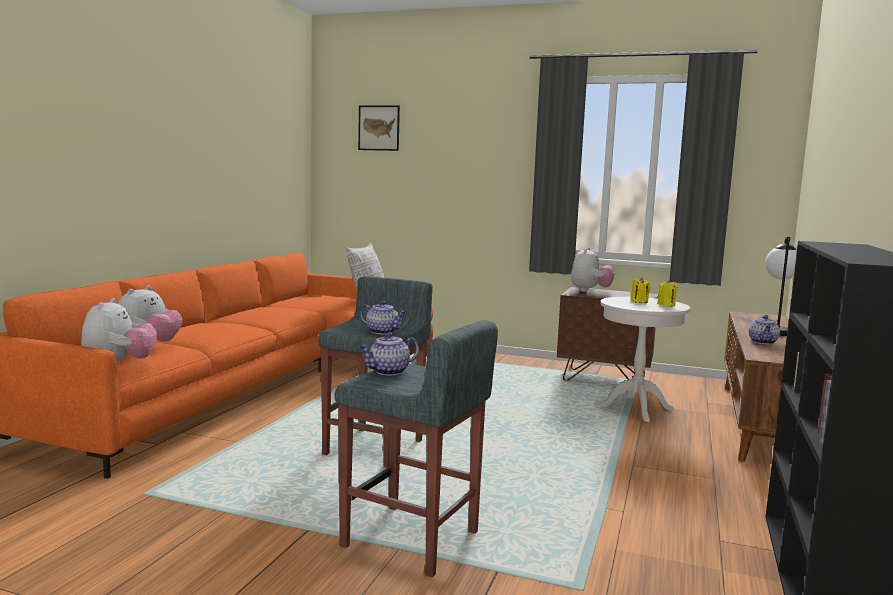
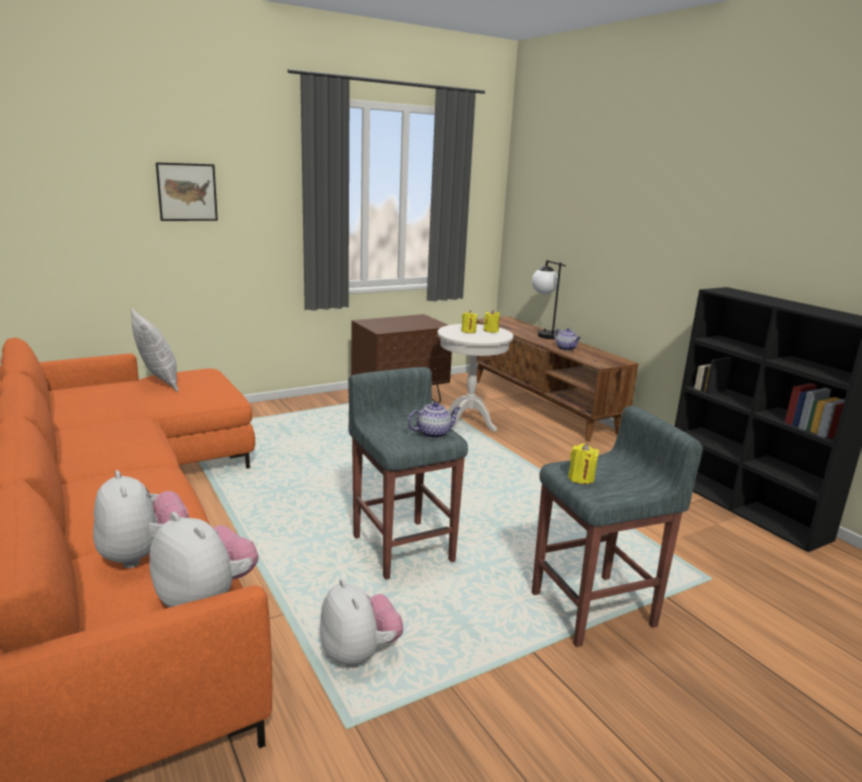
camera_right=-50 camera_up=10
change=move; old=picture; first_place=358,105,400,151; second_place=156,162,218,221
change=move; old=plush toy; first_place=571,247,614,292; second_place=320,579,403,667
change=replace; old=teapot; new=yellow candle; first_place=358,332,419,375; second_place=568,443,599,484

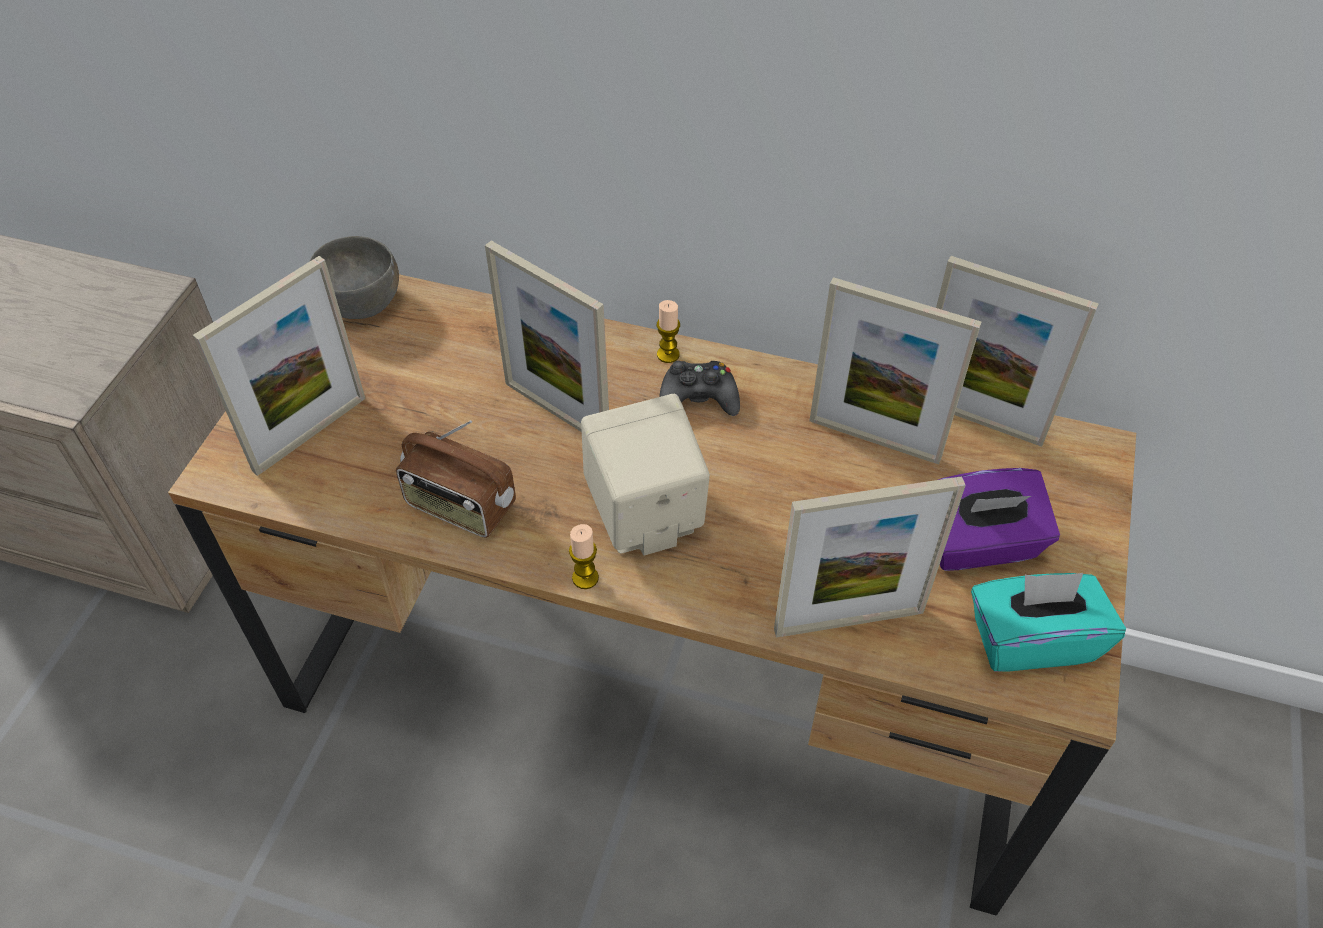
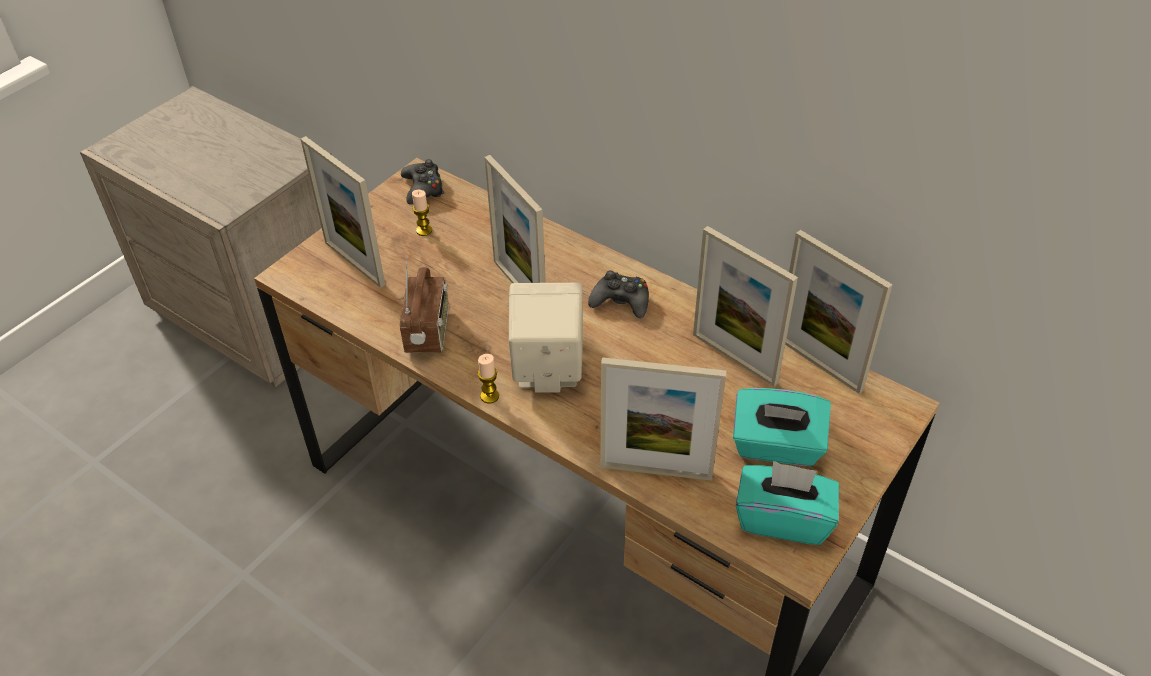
camera_right=20 camera_up=-5
change=rotate; old=picture frame; first_place=193,256,366,476; second_place=301,136,385,288; degrees=75
change=rotate; old=radio; first_place=396,420,516,538; second_place=400,260,449,353; degrees=-135
change=replace; old=grey bowl; new=black game controller; first_place=309,236,399,319; second_place=401,159,445,204
change=move; old=candle; first_place=656,300,680,363; second_place=412,190,432,236
change=recolor; old=purple tissue box; new=turquoise tissue box; first_place=938,468,1060,571; second_place=733,388,831,466

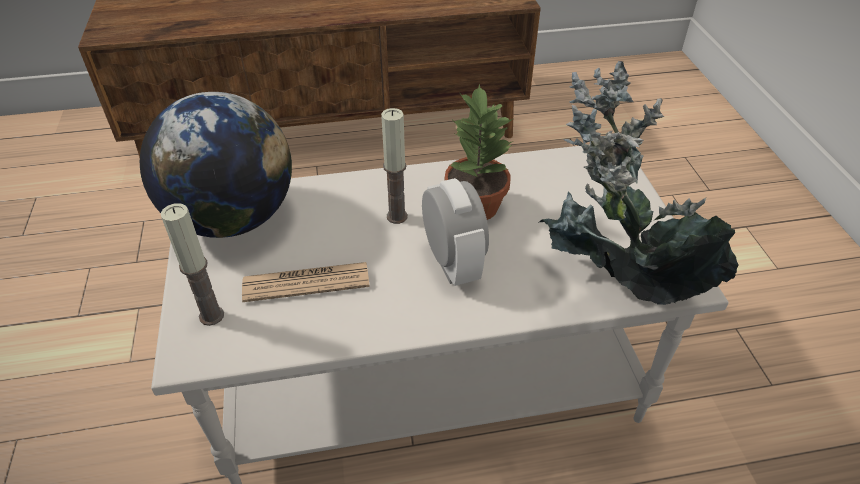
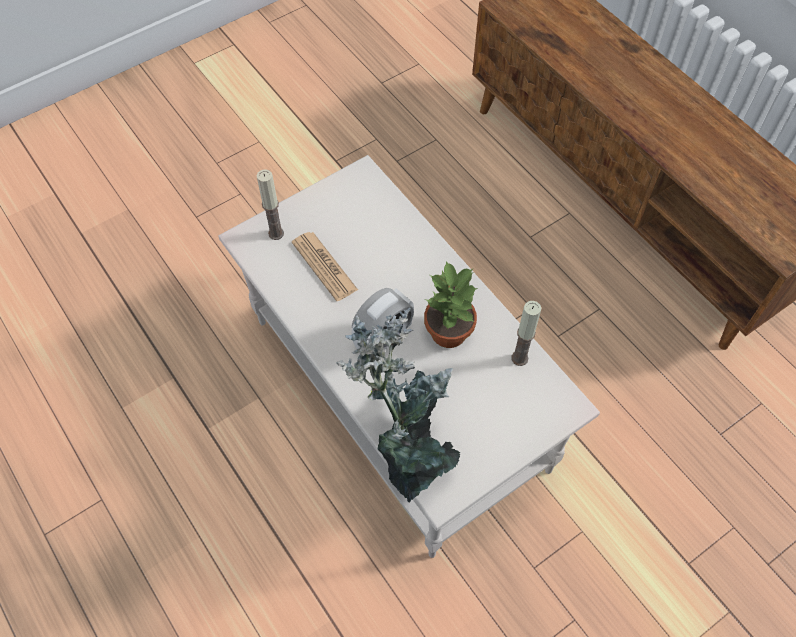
camera_right=65 camera_up=15
change=move; old=candle; first_place=381,108,408,224; second_place=511,301,541,366
change=delete; old=globe; first_place=140,92,292,238

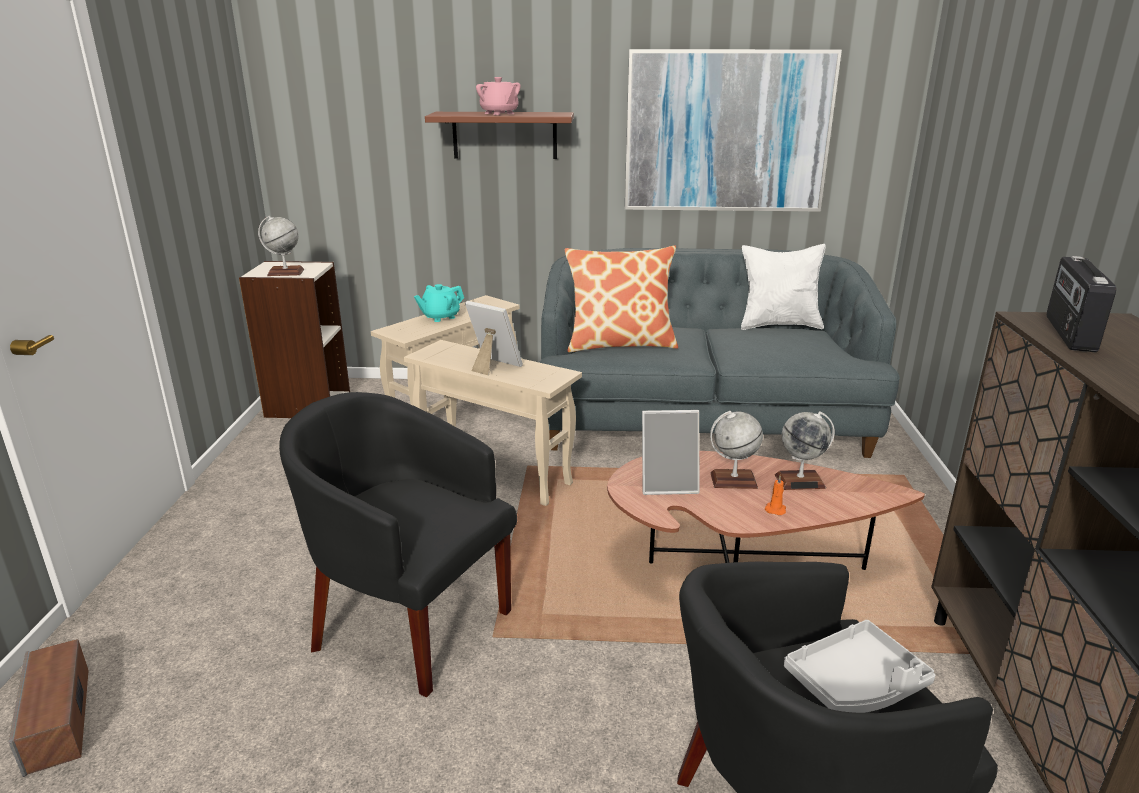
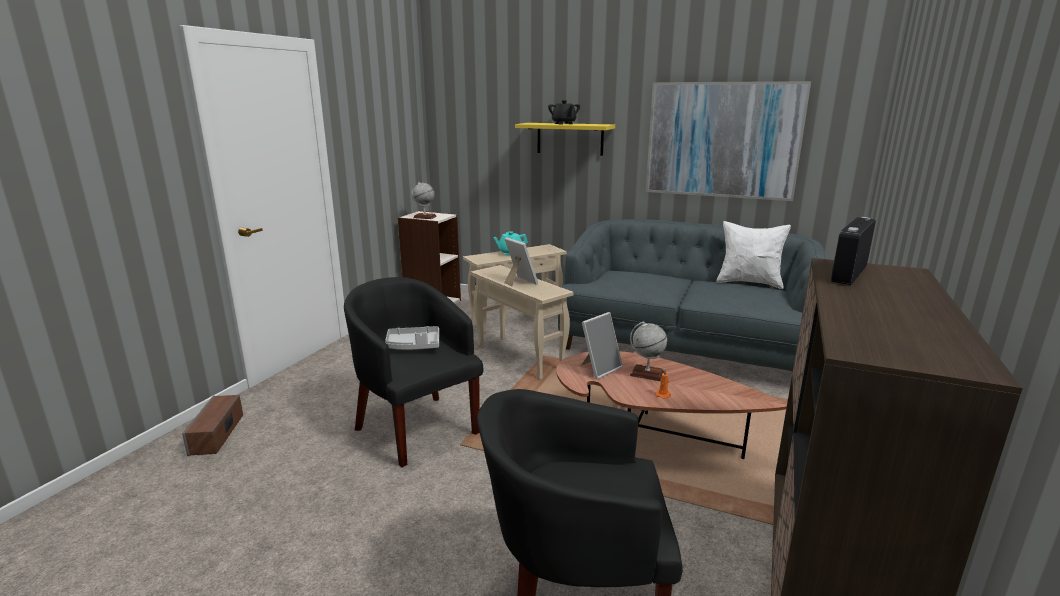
camera_right=20 camera_up=-5
change=move; old=grey tray; first_place=784,620,936,713; second_place=385,326,439,350
change=recolor; old=brown shelf; new=yellow shelf; first_place=425,112,574,159; second_place=515,123,615,156
change=recolor; old=pink teapot; new=black teapot; first_place=476,77,521,115; second_place=548,100,580,125
change=rotate; old=picture frame; first_place=642,410,699,495; second_place=581,312,623,379; degrees=-60
change=delete; old=pillow; first_place=565,245,678,352
change=delete; old=globe; first_place=775,411,835,490

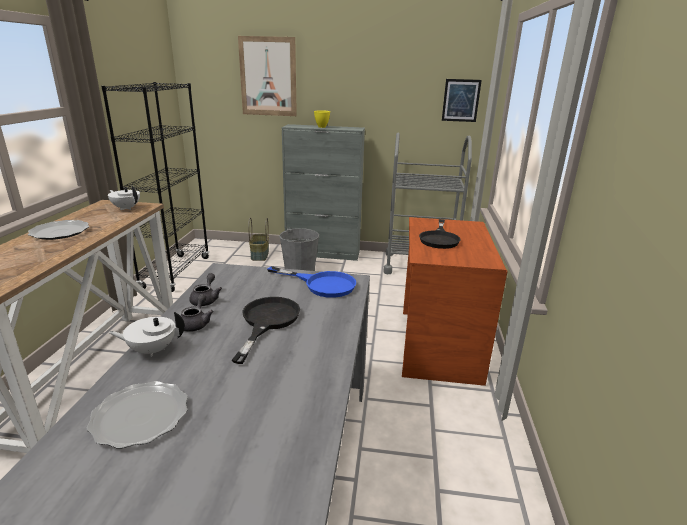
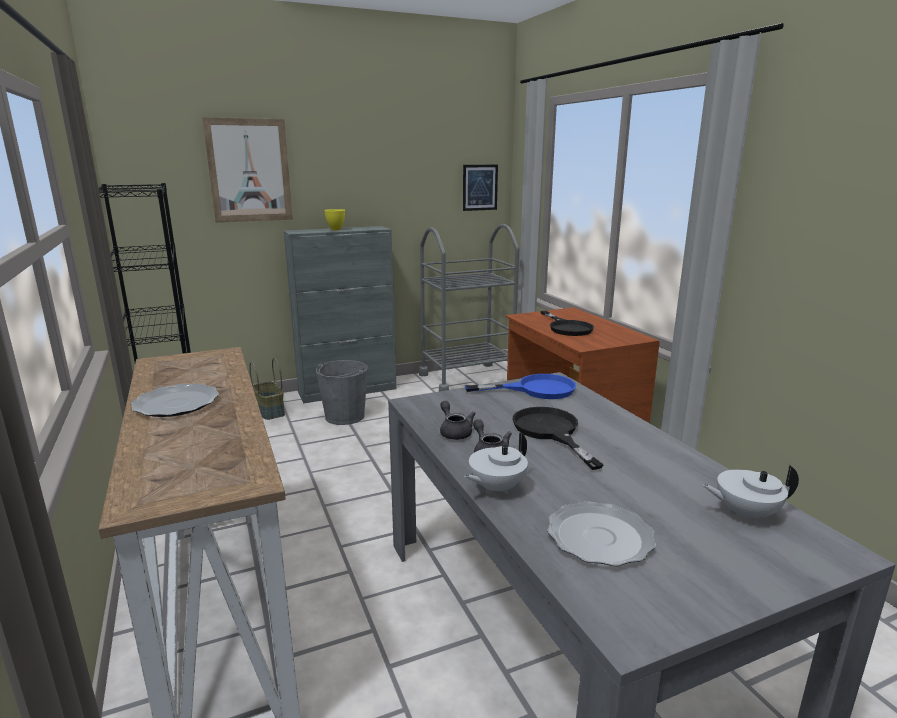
camera_right=-30 camera_up=-5
change=move; old=white teapot; first_place=108,186,140,210; second_place=702,465,799,523

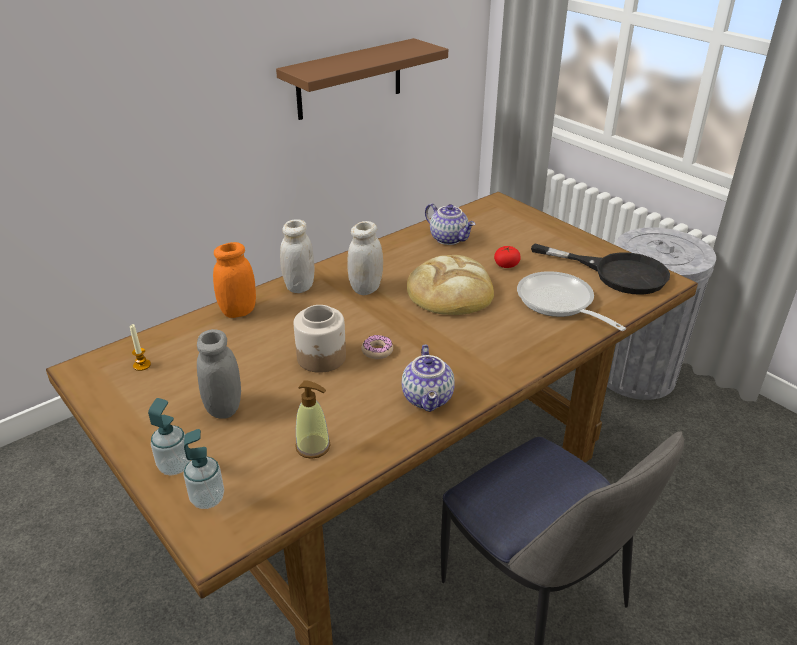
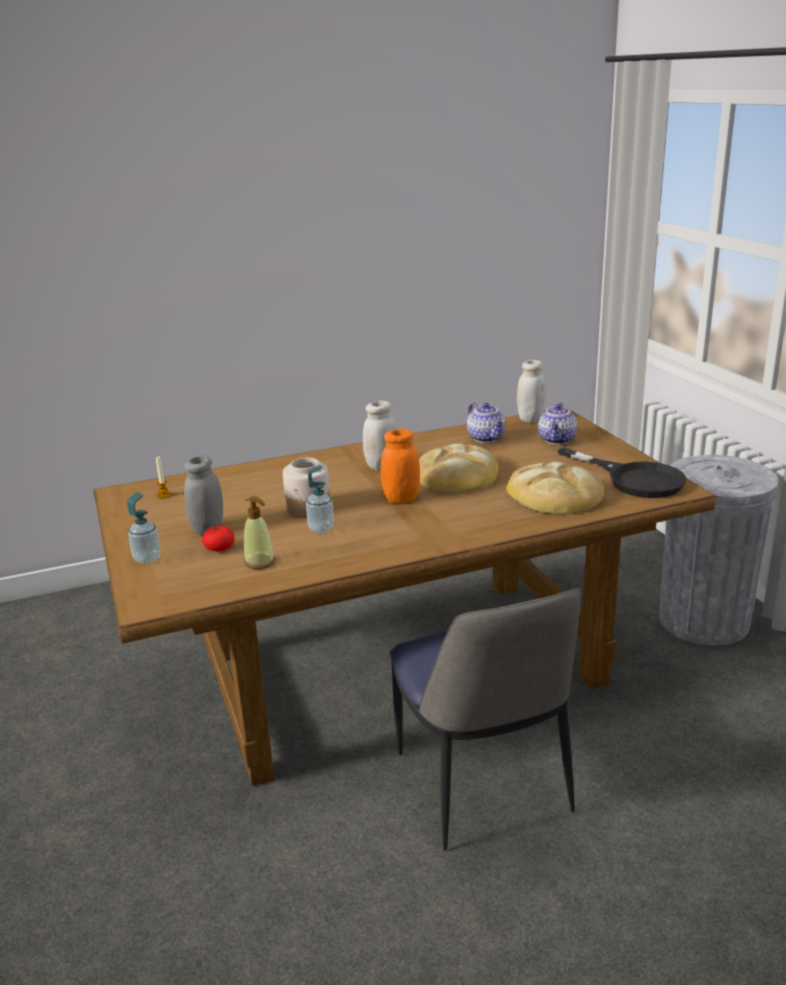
camera_right=20 camera_up=-10
change=move; old=tomato; first_place=494,246,521,268; second_place=202,526,235,551
change=move; old=soap dispenser; first_place=183,429,224,509; second_place=306,465,334,533
change=move; old=orange jar; first_place=213,242,256,318; second_place=381,429,420,503
change=replace; old=frying pan; new=bread; first_place=517,271,626,331; second_place=506,462,604,514
change=move; old=white jar; first_place=280,219,314,293; second_place=517,360,546,423
change=move; old=teapot; first_place=402,344,455,412; second_place=538,403,577,445
change=delete; old=brown shelf; first_place=276,38,448,120
change=delete; old=donut; first_place=361,335,393,359

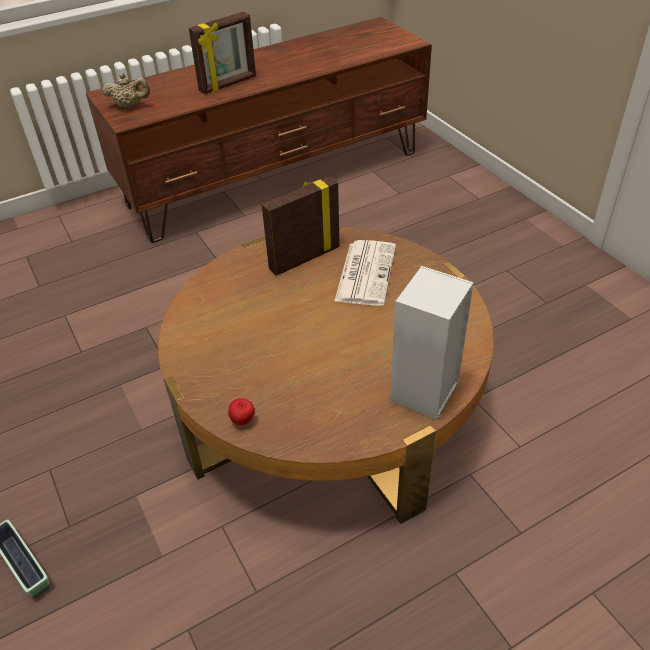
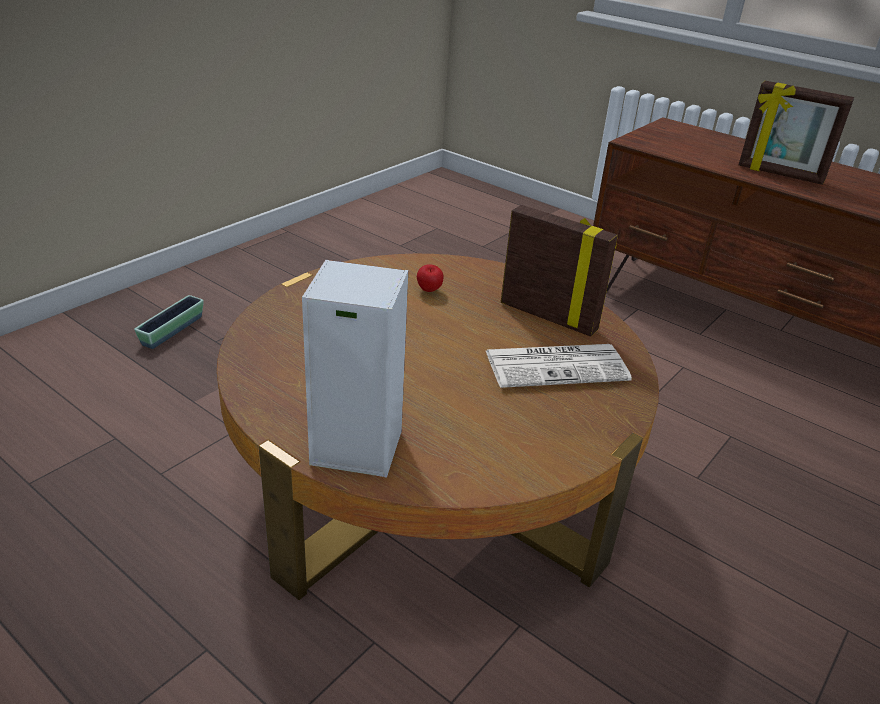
camera_right=65 camera_up=-10
change=move; old=apple; first_place=228,398,255,425; second_place=417,264,444,292
change=delete; old=beige teapot; first_place=102,73,150,108

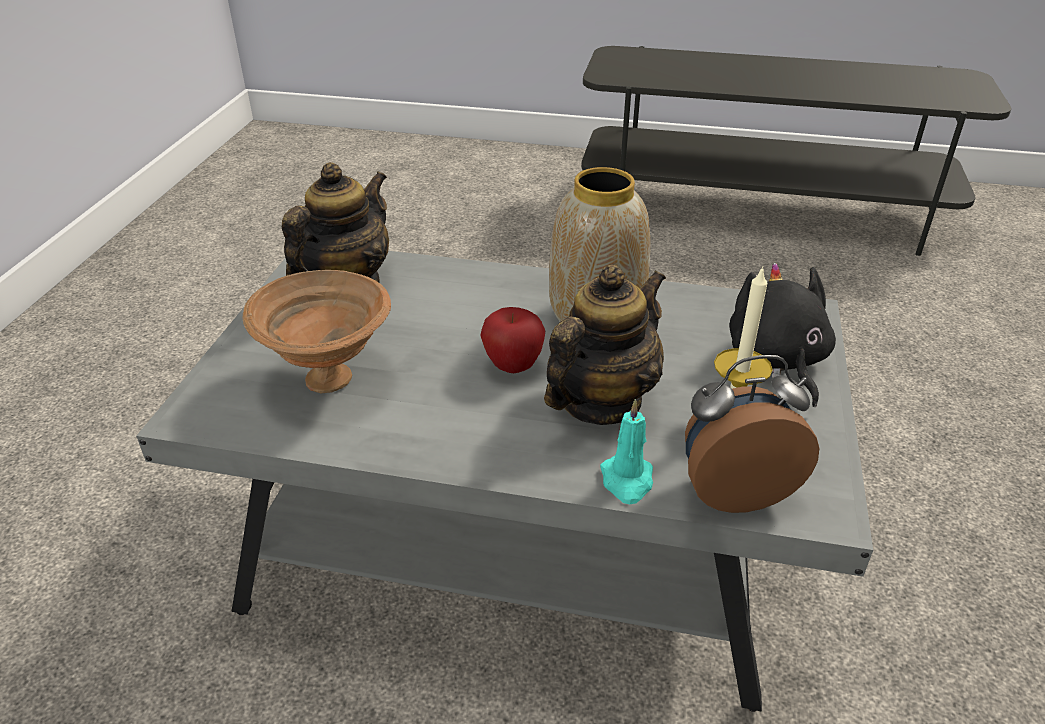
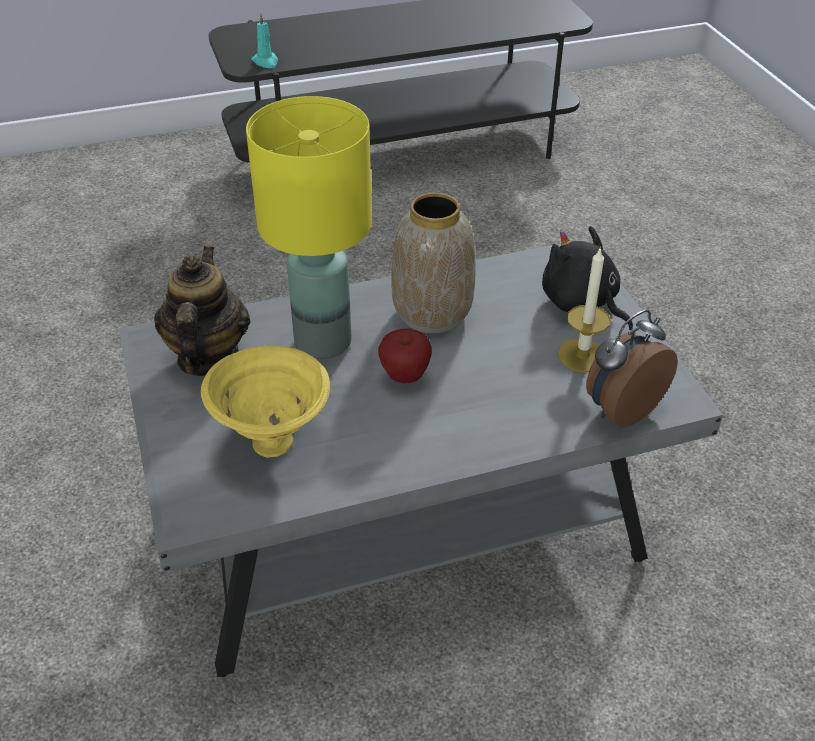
camera_right=-30 camera_up=5
change=recolor; old=brown bowl; new=yellow bowl; first_place=242,270,391,393; second_place=201,346,330,458
change=insert; new=yellow table lamp; second_place=246,96,372,359
change=move; old=turquoise candle; first_place=600,399,653,504; second_place=251,13,278,68
change=delete; old=teapot; first_place=544,265,666,425

